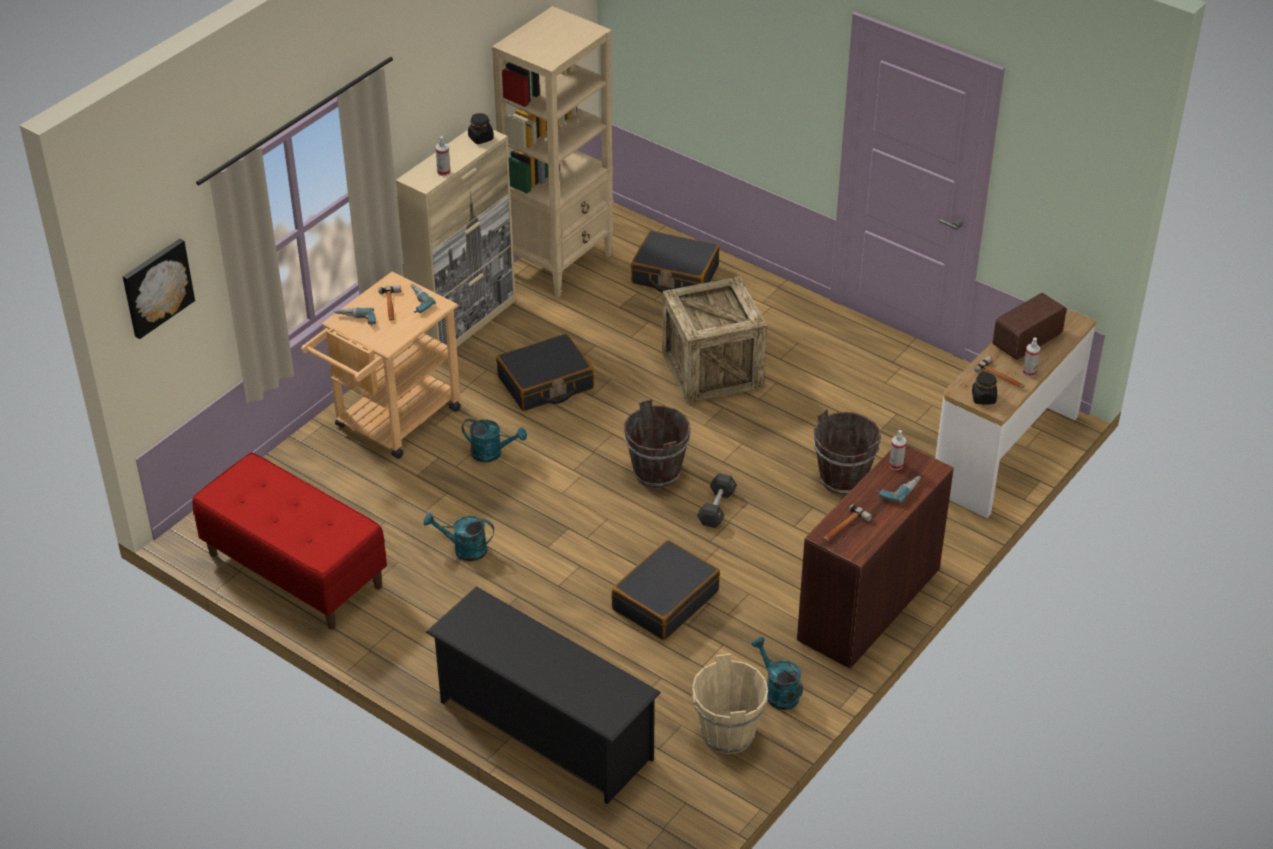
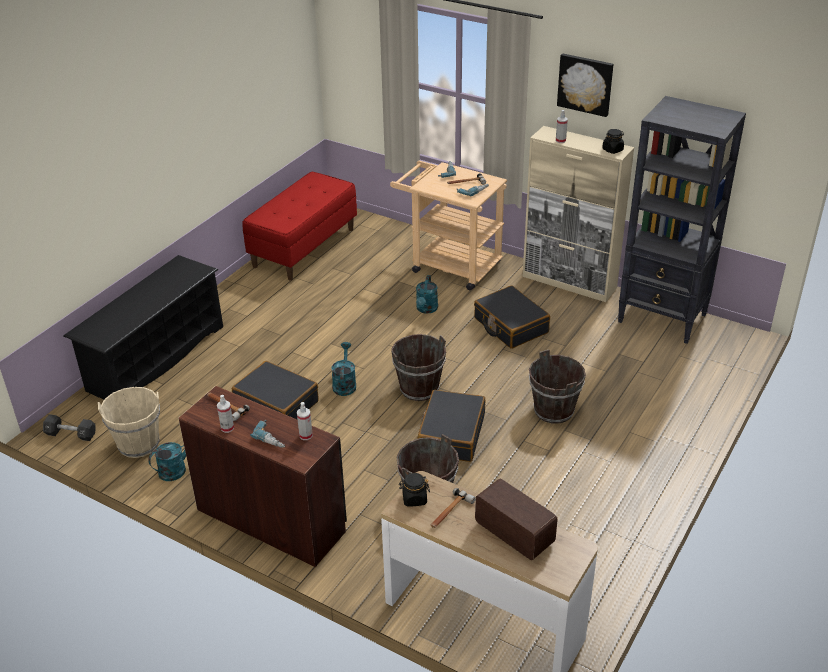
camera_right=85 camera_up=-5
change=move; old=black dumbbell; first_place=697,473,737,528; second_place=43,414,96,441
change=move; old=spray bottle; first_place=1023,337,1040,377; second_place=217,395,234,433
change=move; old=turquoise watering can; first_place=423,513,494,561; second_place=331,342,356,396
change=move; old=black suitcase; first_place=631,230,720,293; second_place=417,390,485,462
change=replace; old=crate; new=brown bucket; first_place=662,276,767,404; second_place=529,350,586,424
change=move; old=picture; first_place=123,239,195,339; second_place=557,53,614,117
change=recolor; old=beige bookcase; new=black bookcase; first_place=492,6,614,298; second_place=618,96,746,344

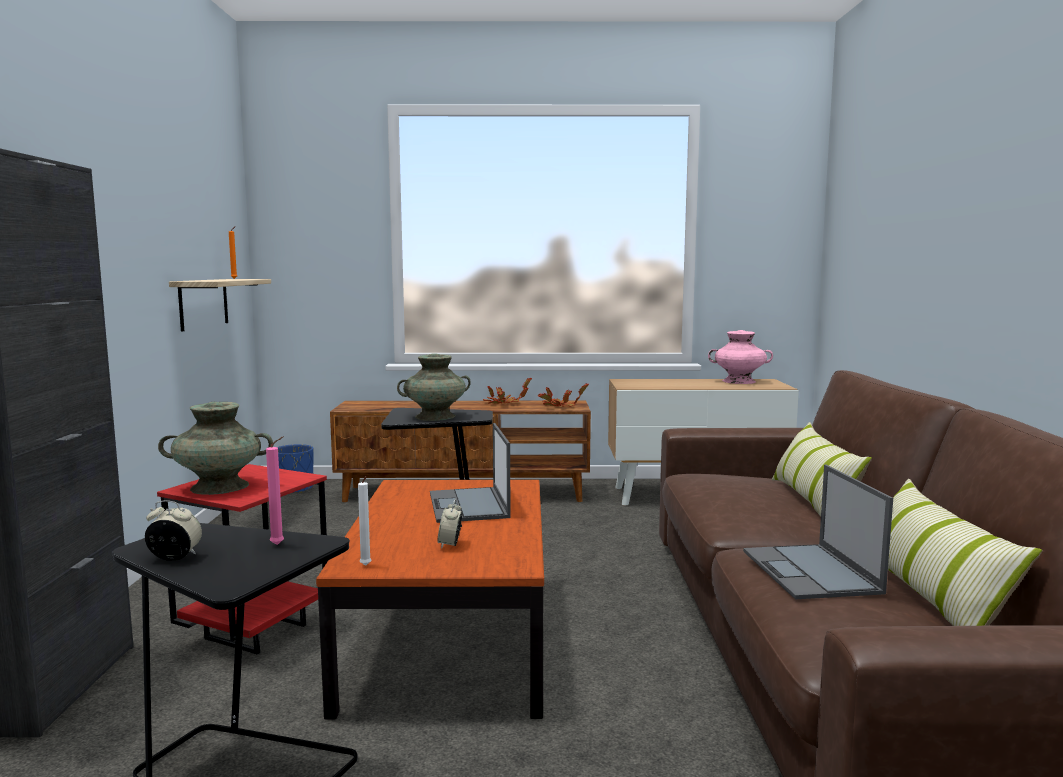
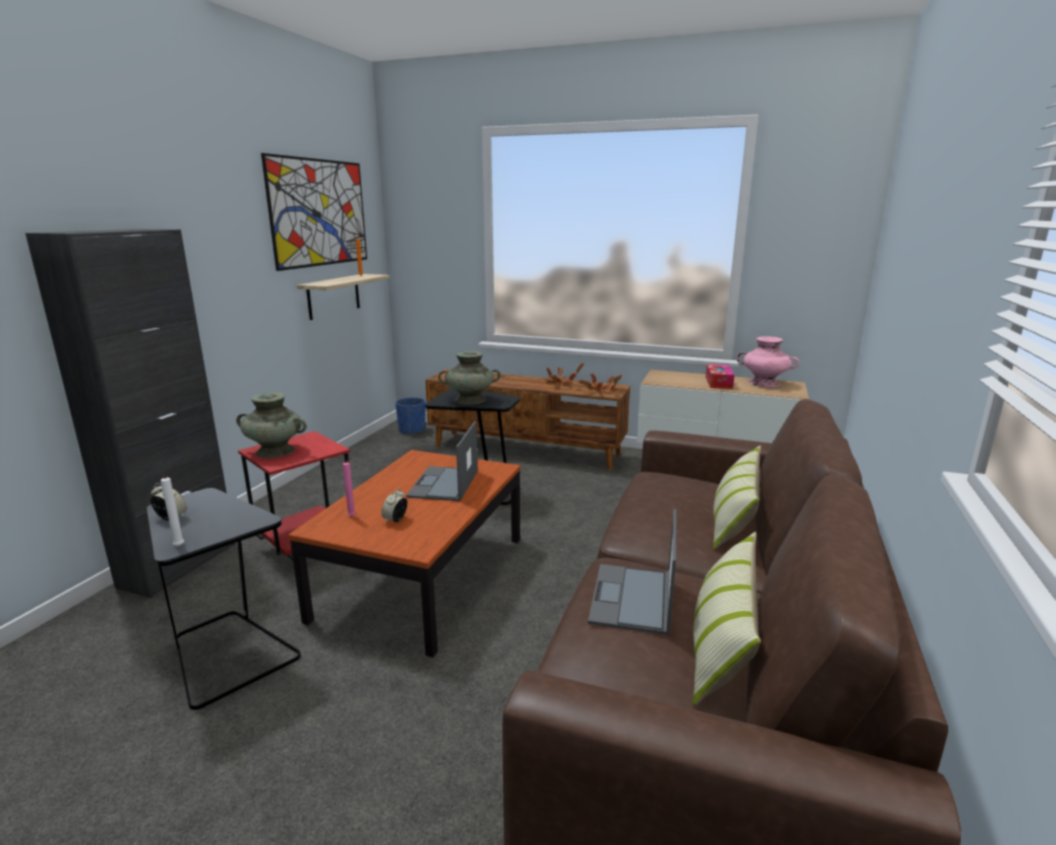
camera_right=20 camera_up=10
change=move; old=white candle; first_place=358,476,371,566; second_place=161,474,184,546
change=insert; new=picture; second_place=261,153,367,271
change=move; old=pink candle; first_place=266,436,284,545; second_place=343,458,355,516
change=insert; new=tissue box; second_place=706,364,734,389

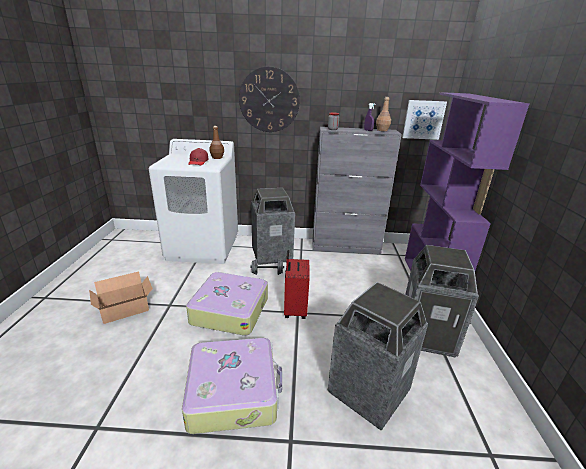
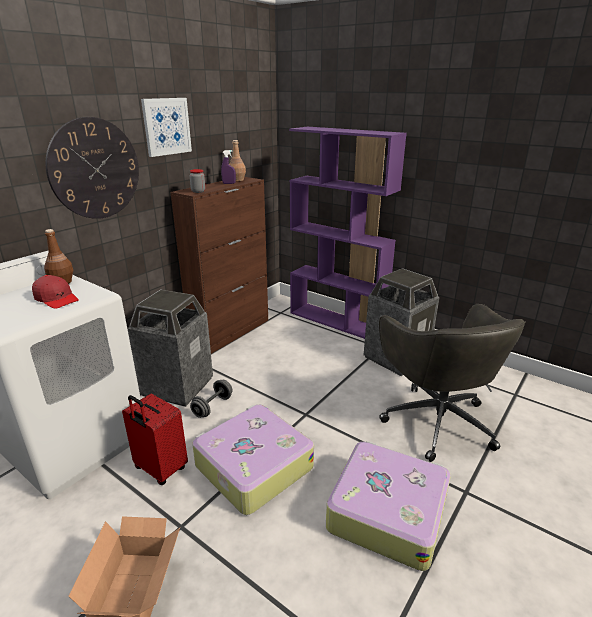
camera_right=-55 camera_up=0
change=move; old=red suitcase; first_place=284,250,310,319; second_place=122,393,188,485
change=move; old=picture; first_place=402,100,447,140; second_place=141,98,192,157
change=recolor; old=grey cabinet; new=brown cabinet; first_place=312,127,402,254; second_place=170,177,268,354
change=replace; old=trash can; new=grey office chair; first_place=328,282,428,430; second_place=379,304,526,462

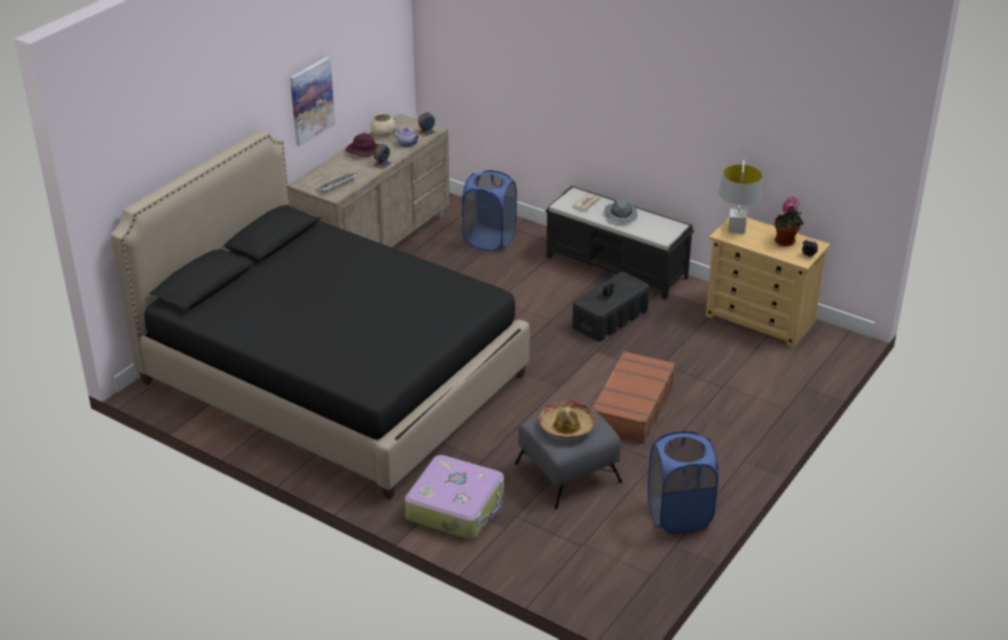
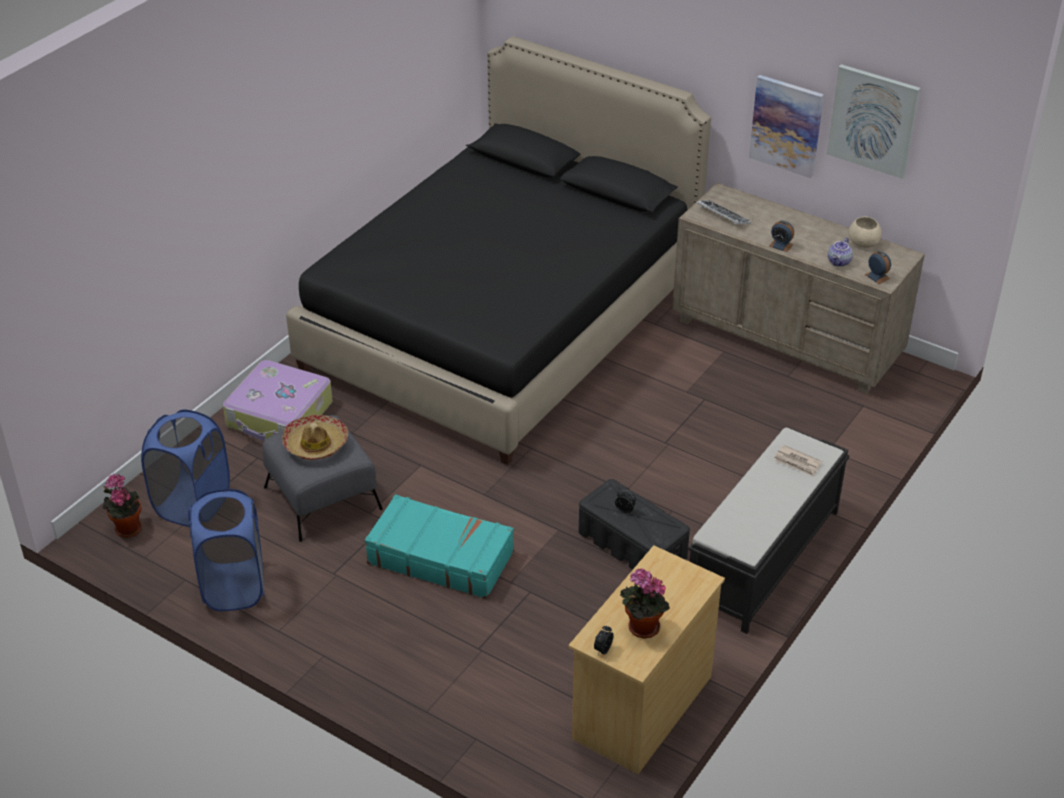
camera_right=90 camera_up=5
change=insert; new=potted plant; second_place=103,474,142,538
change=move; old=blue laundry basket; first_place=462,170,517,251; second_place=141,410,230,527
change=recolor; old=brown suitcase; new=turquoise suitcase; first_place=592,351,676,443; second_place=365,494,514,599
change=insert; new=picture; second_place=827,64,921,179
change=delete; old=purple hat; first_place=345,133,380,158
change=delete; old=grey hat; first_place=604,197,638,222
change=delete; old=grey table lamp; first_place=719,160,763,234

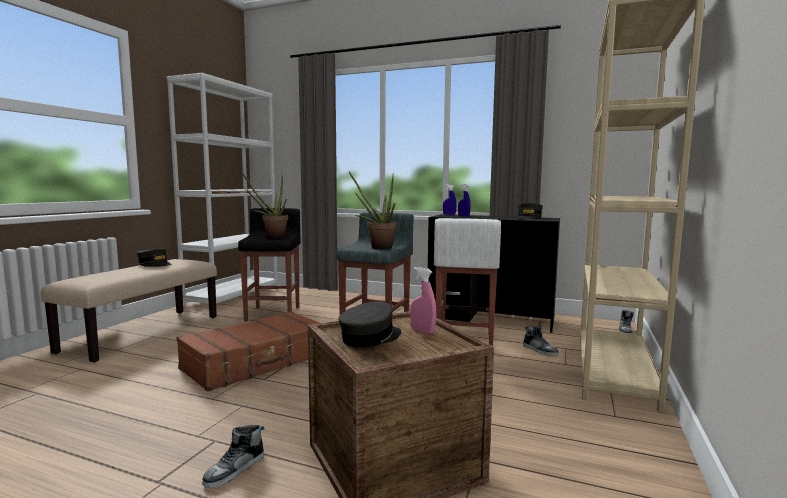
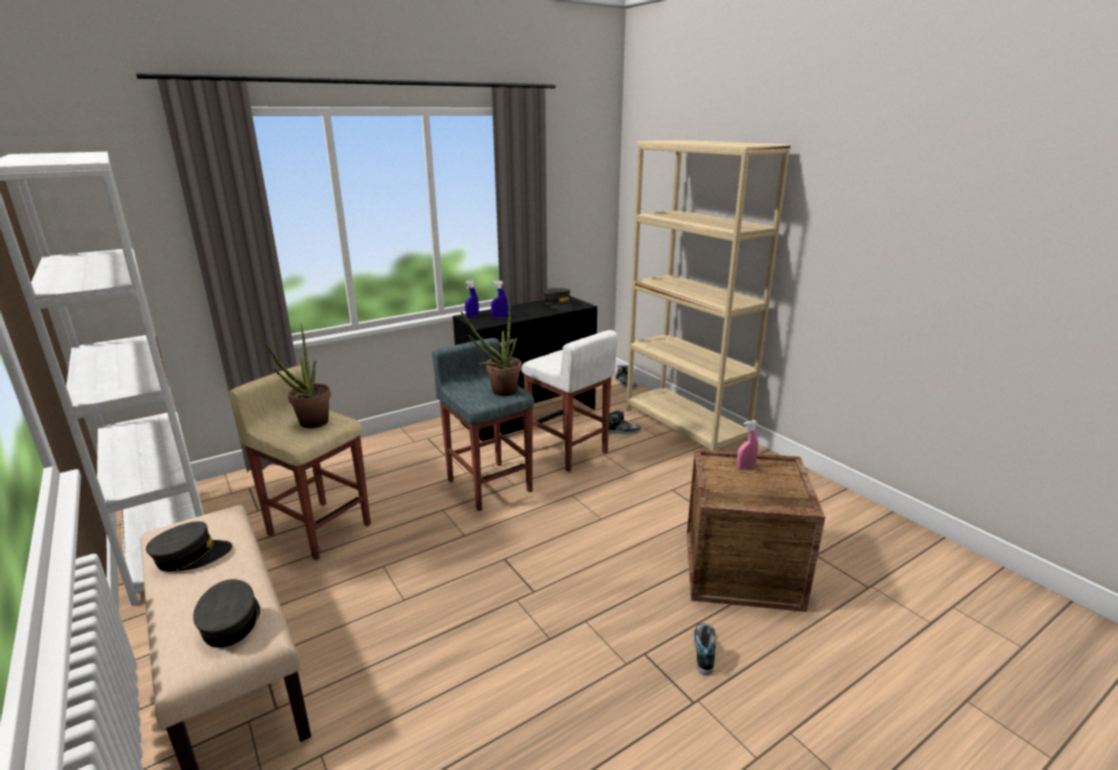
camera_right=-55 camera_up=15
change=move; old=grey cap; first_place=338,301,401,348; second_place=193,579,260,648
change=recolor; old=black stool; new=beige stool; first_place=238,208,301,322; second_place=228,365,371,560
change=rotate; old=shoe; first_place=202,425,264,488; second_place=693,623,716,676; degrees=-150
change=delete; old=brown suitcase; first_place=176,311,320,392

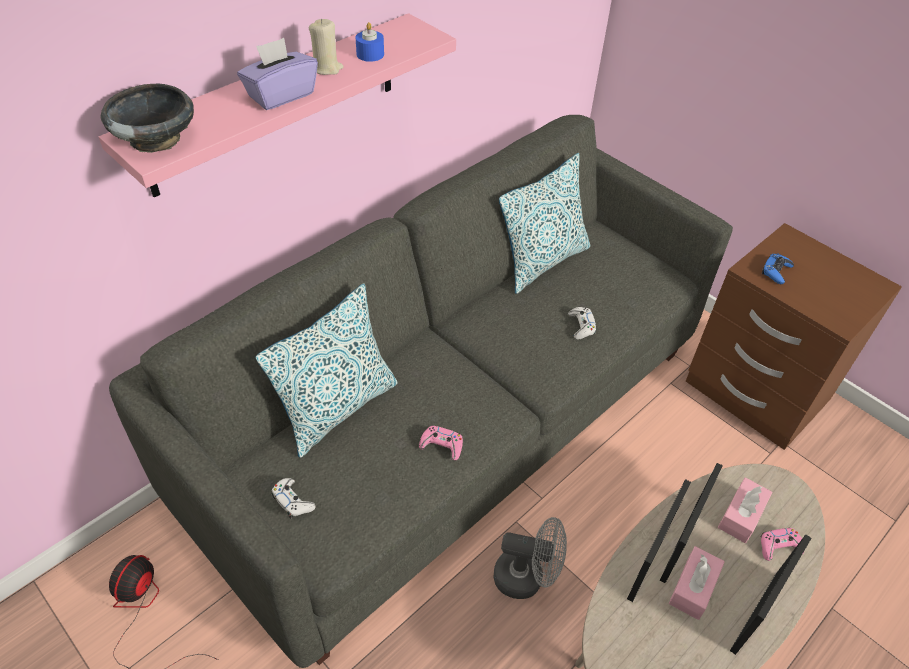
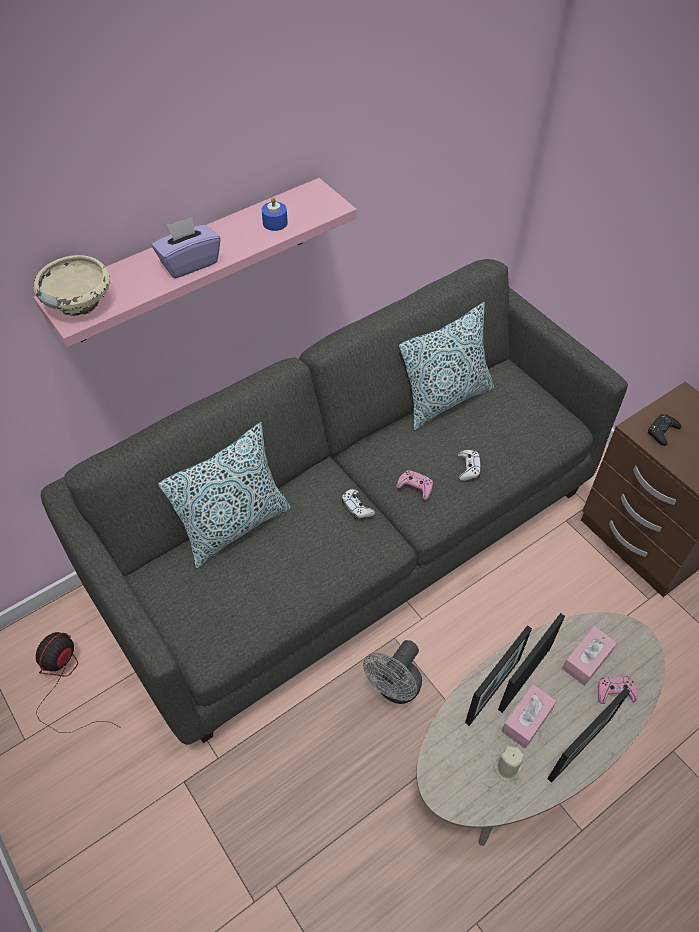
camera_right=10 camera_up=5
change=recolor; old=black bowl; new=beige bowl; first_place=101,84,194,153; second_place=33,255,110,316
change=move; old=white game controller; first_place=272,478,316,519; second_place=342,489,375,520
change=rotate; old=grey fan; first_place=494,517,567,599; second_place=363,640,422,704; degrees=105
change=move; old=pink game controller; first_place=419,425,463,460; second_place=396,470,433,500
change=move; old=beige candle; first_place=309,19,344,75; second_place=494,746,524,781
change=recolor; old=blue game controller; new=black game controller; first_place=762,254,794,284; second_place=648,414,681,446

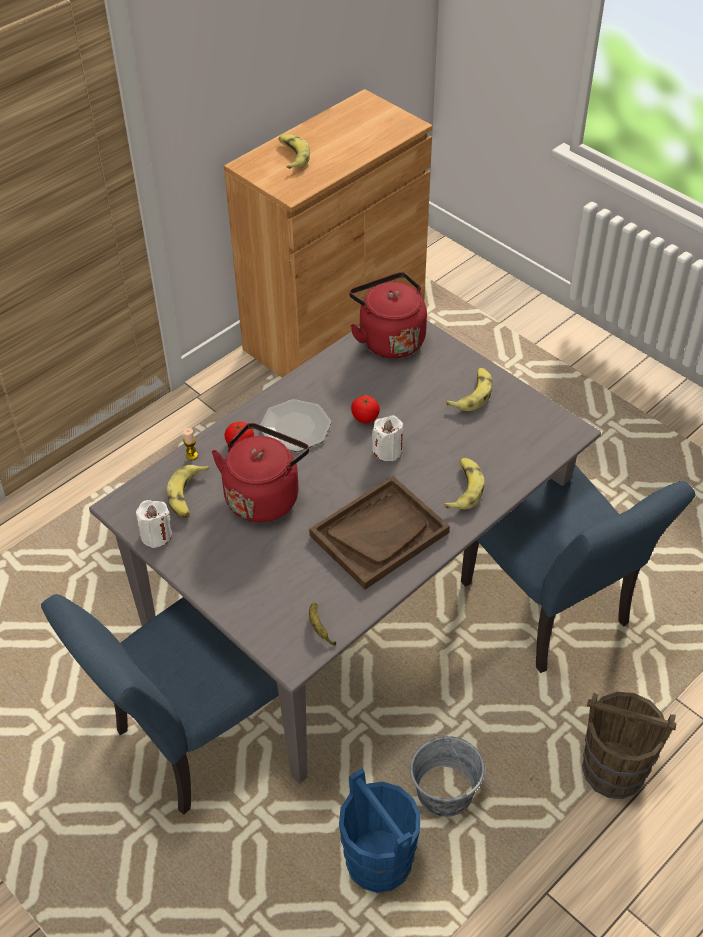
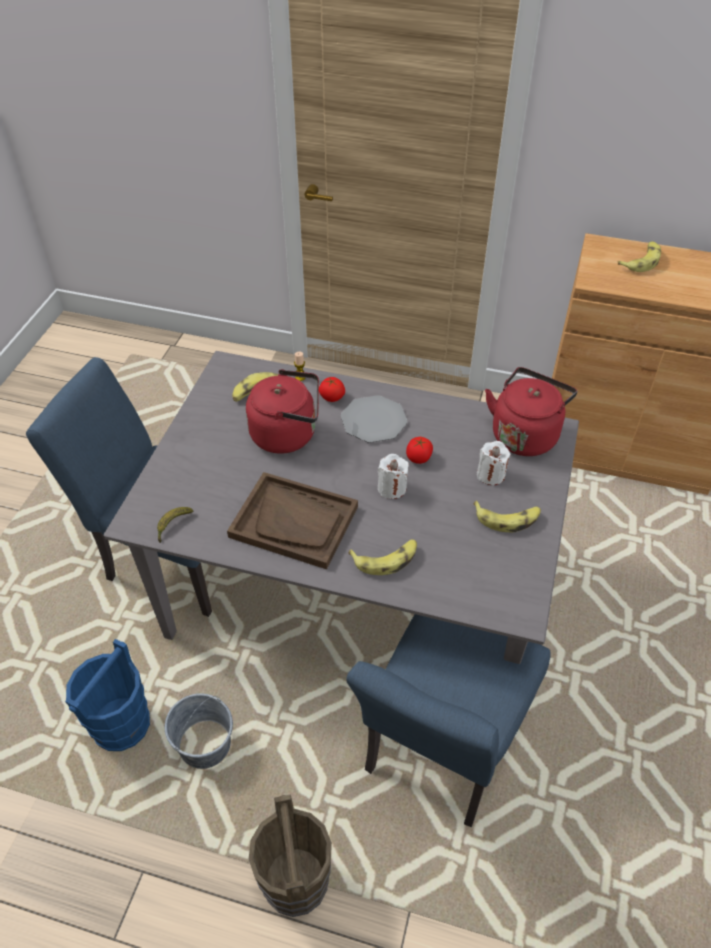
camera_right=60 camera_up=0
change=move; old=white candle; first_place=136,500,172,548; second_place=477,441,510,485

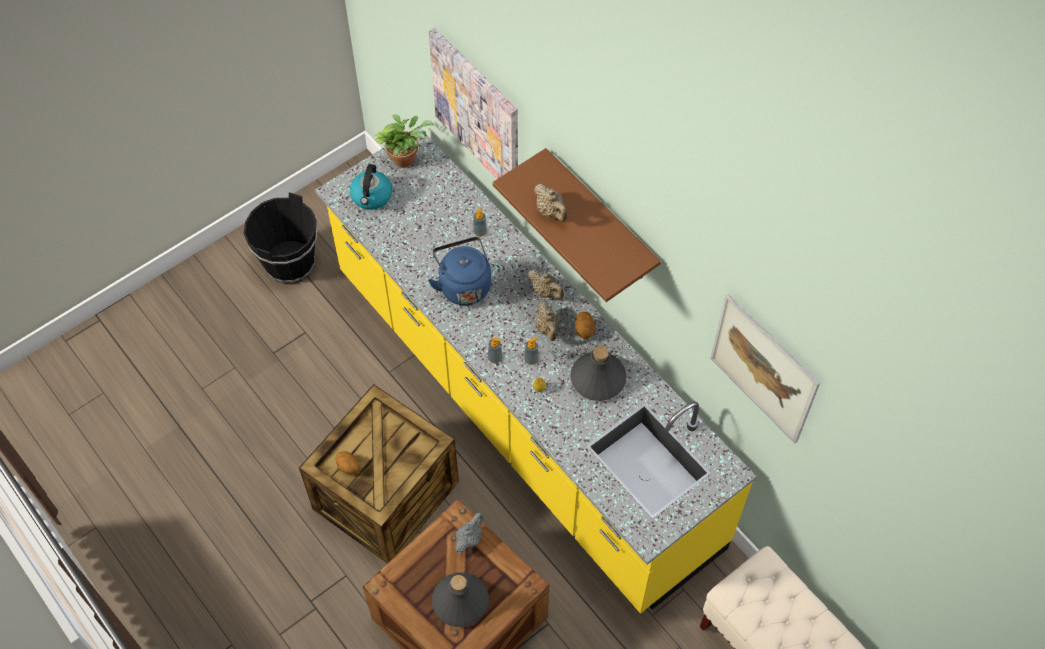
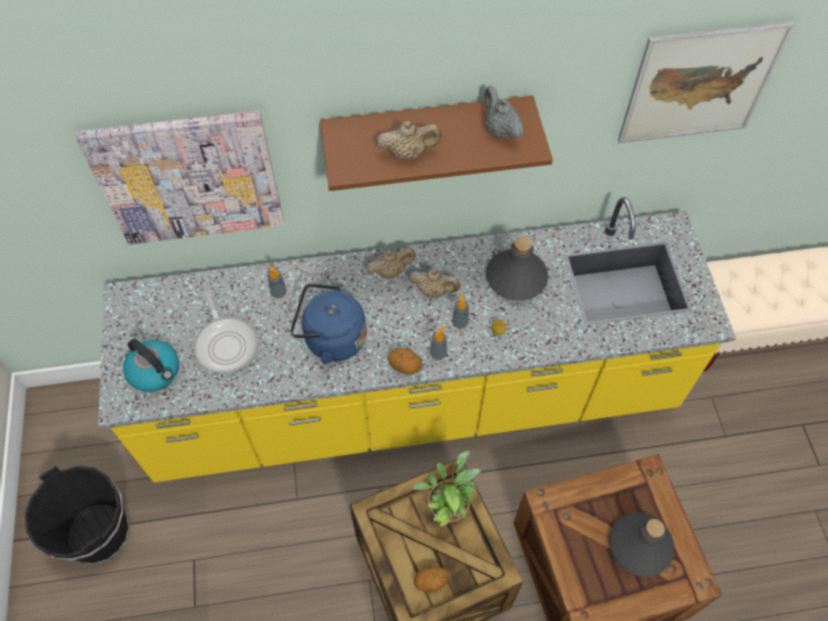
camera_right=-60 camera_up=0
change=insert; new=frying pan; second_place=194,290,258,374
change=move; old=potato; first_place=575,312,595,339; second_place=388,348,422,374
change=move; old=potted plant; first_place=375,114,434,168; second_place=413,451,481,527
change=move; old=grey teapot; first_place=455,512,484,553; second_place=485,86,523,139

